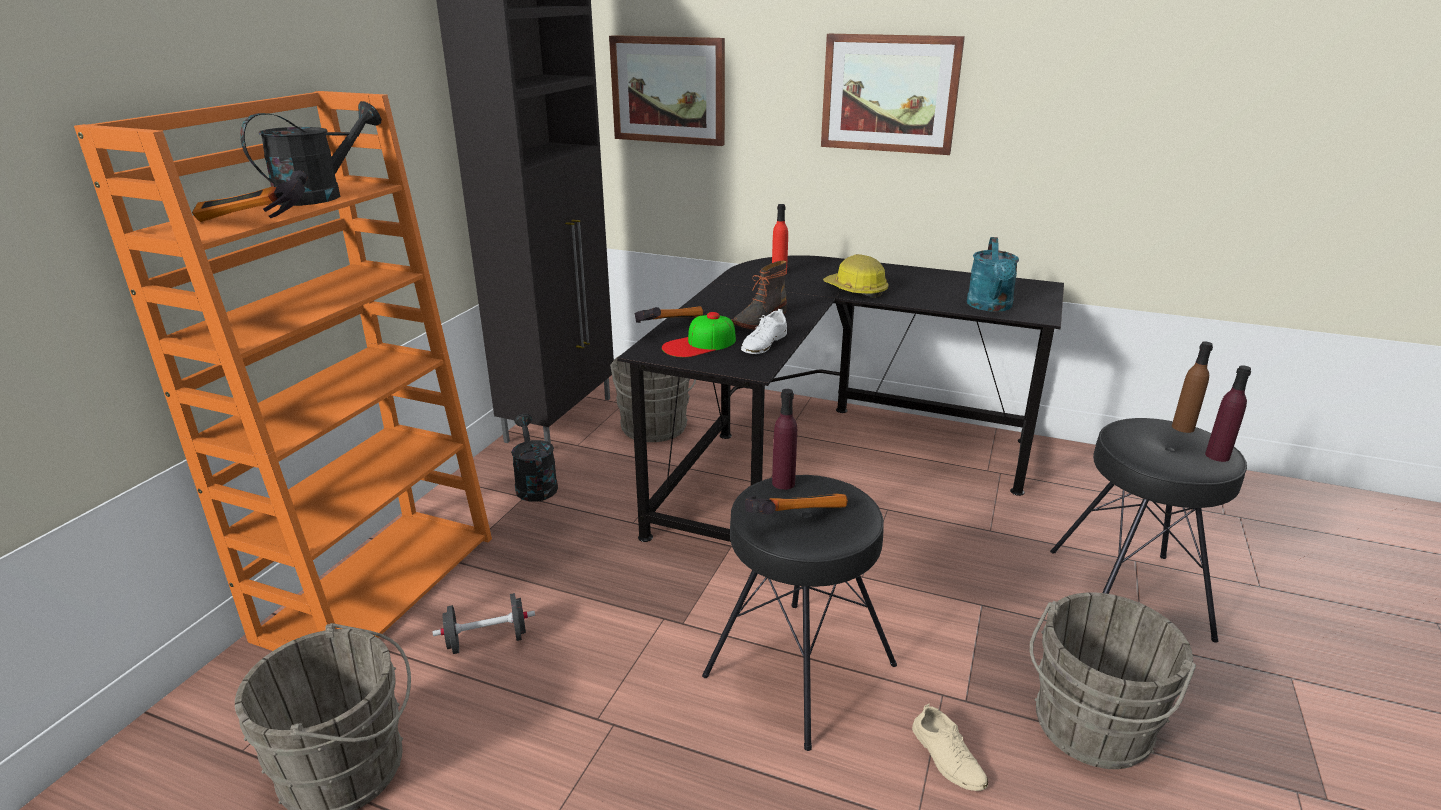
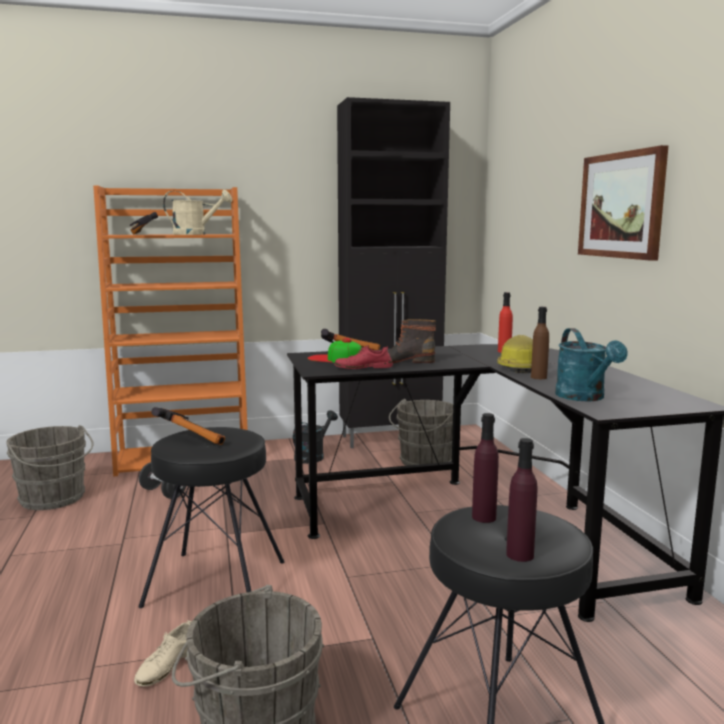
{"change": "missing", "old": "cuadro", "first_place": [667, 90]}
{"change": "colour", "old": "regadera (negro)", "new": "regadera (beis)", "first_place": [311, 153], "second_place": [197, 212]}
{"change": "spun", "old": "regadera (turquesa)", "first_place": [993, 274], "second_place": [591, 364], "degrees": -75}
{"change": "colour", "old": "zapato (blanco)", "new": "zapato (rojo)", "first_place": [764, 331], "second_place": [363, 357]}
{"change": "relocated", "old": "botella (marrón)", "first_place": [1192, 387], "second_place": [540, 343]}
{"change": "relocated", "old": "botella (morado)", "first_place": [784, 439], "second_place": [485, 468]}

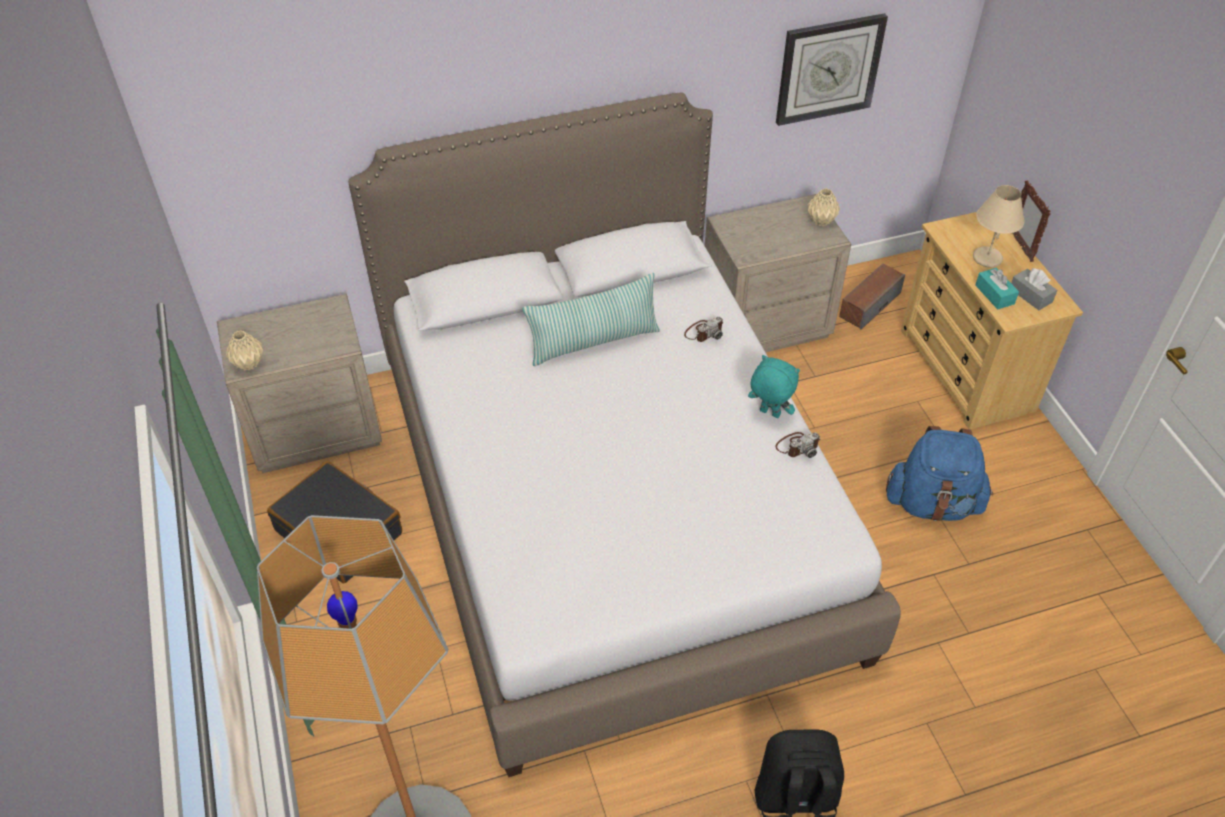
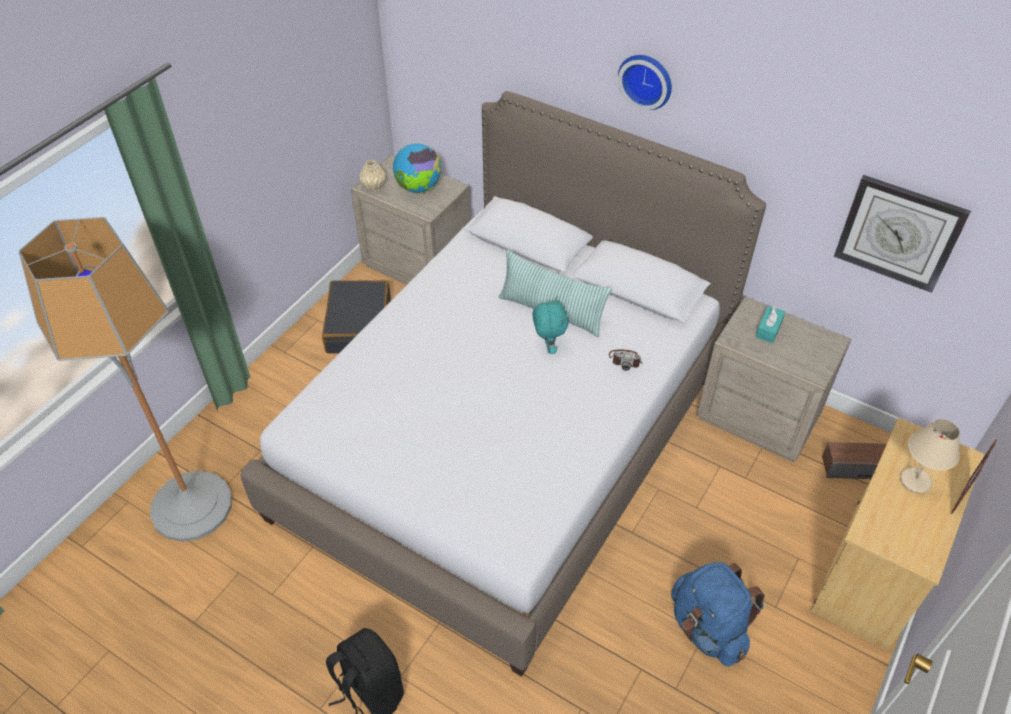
{"change": "missing", "old": "florero (beis)", "first_place": [823, 207]}
{"change": "relocated", "old": "caja de pañuelos (turquesa)", "first_place": [997, 288], "second_place": [770, 324]}
{"change": "missing", "old": "caja de pañuelos (gris)", "first_place": [1034, 289]}
{"change": "relocated", "old": "peluche (turquesa)", "first_place": [774, 386], "second_place": [550, 325]}
{"change": "missing", "old": "cámara", "first_place": [798, 445]}
{"change": "appeared", "new": "reloj de pared", "second_place": [645, 82]}
{"change": "appeared", "new": "globo terráqueo", "second_place": [417, 168]}

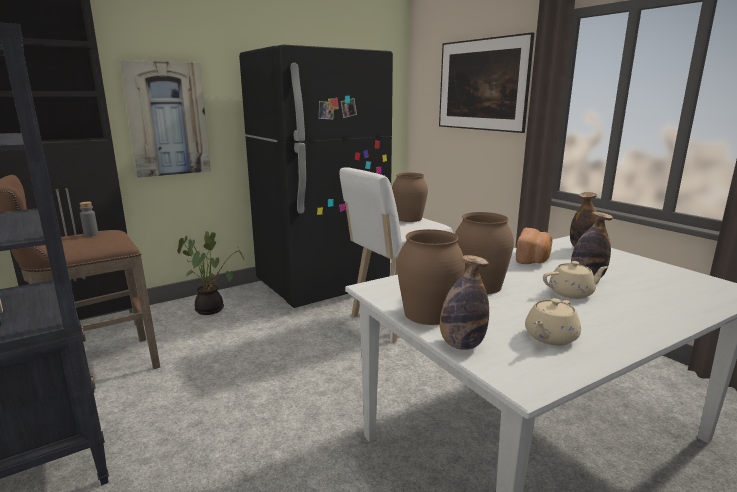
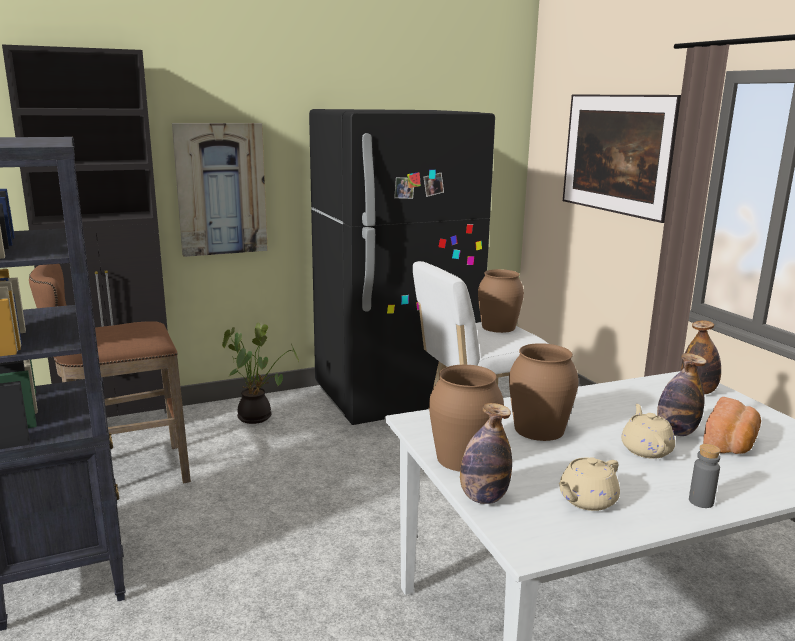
{"change": "relocated", "old": "botella (gris)", "first_place": [88, 219], "second_place": [705, 476]}
{"change": "relocated", "old": "pan", "first_place": [534, 246], "second_place": [732, 425]}
{"change": "spun", "old": "tetera (beis)", "first_place": [575, 280], "second_place": [648, 431], "degrees": -90}

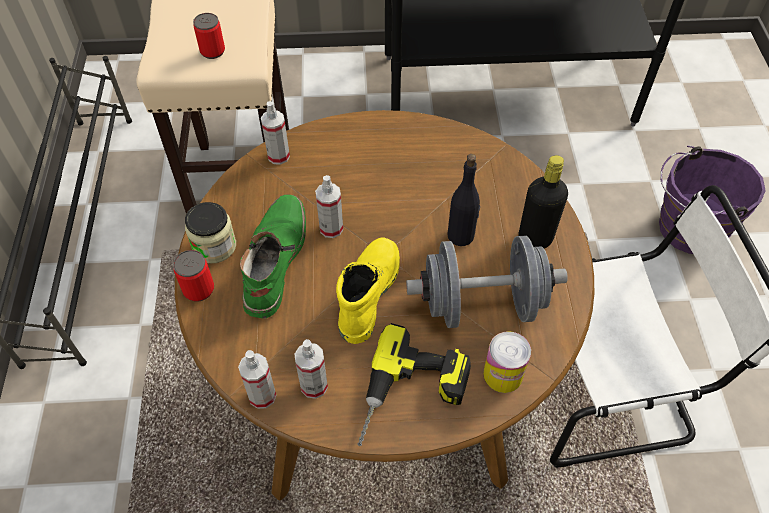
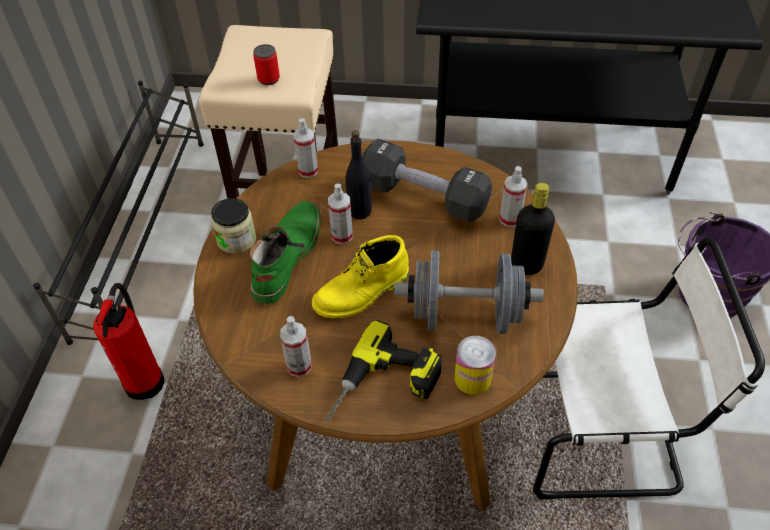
{"change": "relocated", "old": "botella (negro)", "first_place": [463, 200], "second_place": [359, 174]}
{"change": "spun", "old": "bota (amarillo)", "first_place": [368, 291], "second_place": [360, 276], "degrees": -150}
{"change": "missing", "old": "lata", "first_place": [193, 276]}
{"change": "relocated", "old": "pulverizador", "first_place": [257, 379], "second_place": [513, 196]}
{"change": "appeared", "new": "mancuerna (negro)", "second_place": [427, 180]}
{"change": "appeared", "new": "extintor", "second_place": [128, 341]}

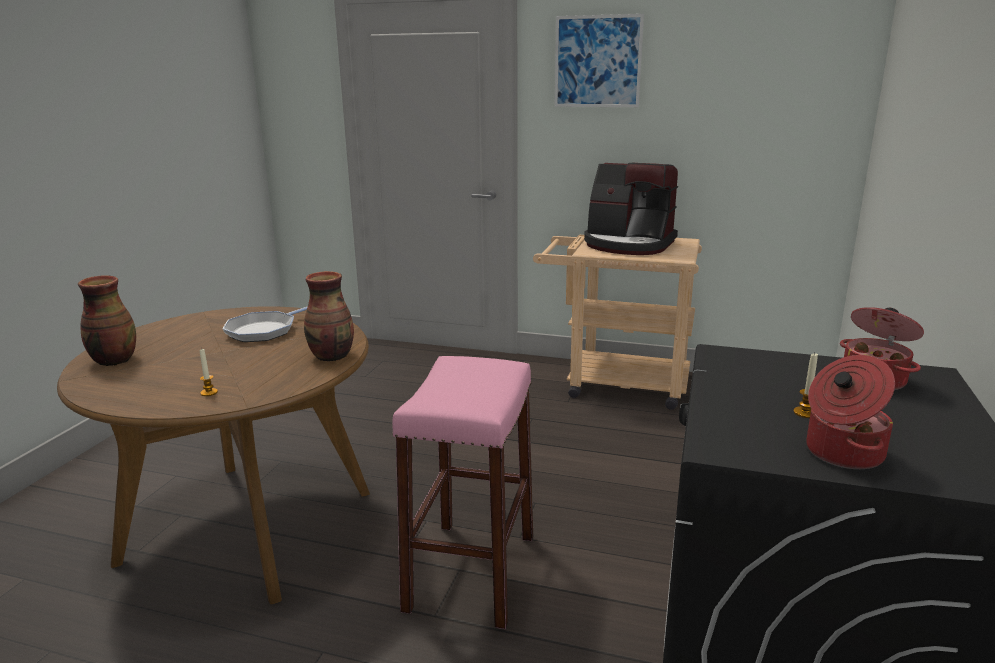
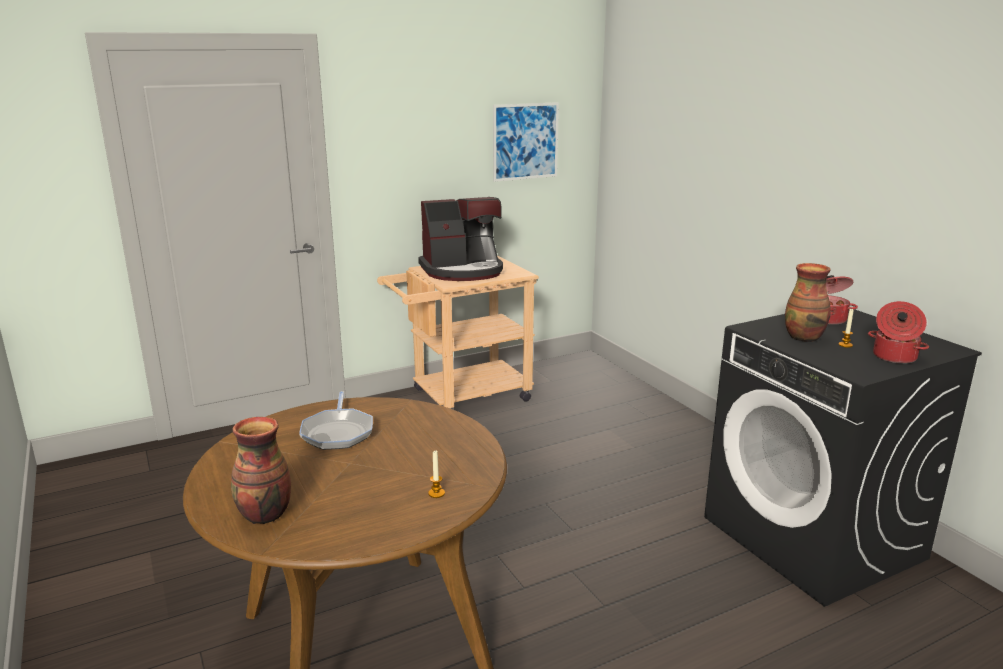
{"change": "relocated", "old": "cuadro", "first_place": [599, 60], "second_place": [526, 142]}
{"change": "relocated", "old": "florero", "first_place": [329, 316], "second_place": [807, 302]}
{"change": "missing", "old": "taburete (rosa)", "first_place": [462, 492]}

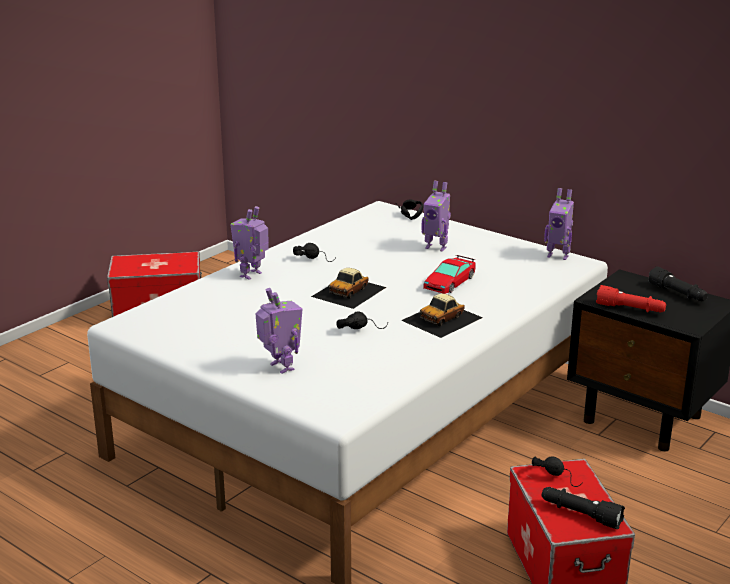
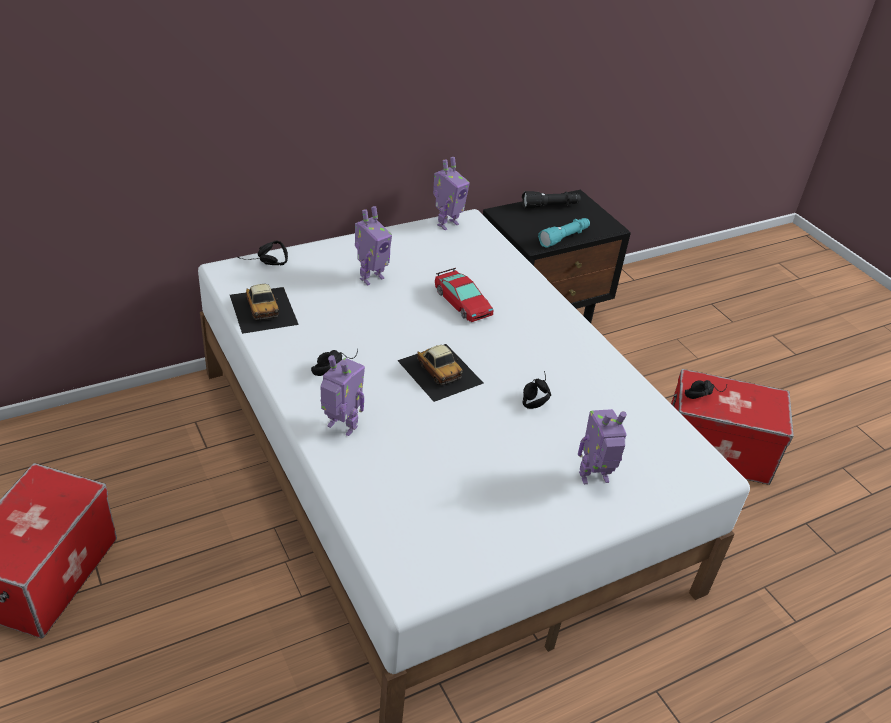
{"change": "spun", "old": "robot de juguete", "first_place": [249, 243], "second_place": [342, 395], "degrees": 150}
{"change": "colour", "old": "linterna (rojo)", "new": "linterna (turquesa)", "first_place": [631, 299], "second_place": [564, 233]}
{"change": "relocated", "old": "coche de juguete", "first_place": [442, 315], "second_place": [264, 309]}
{"change": "missing", "old": "linterna (negro)", "first_place": [583, 508]}

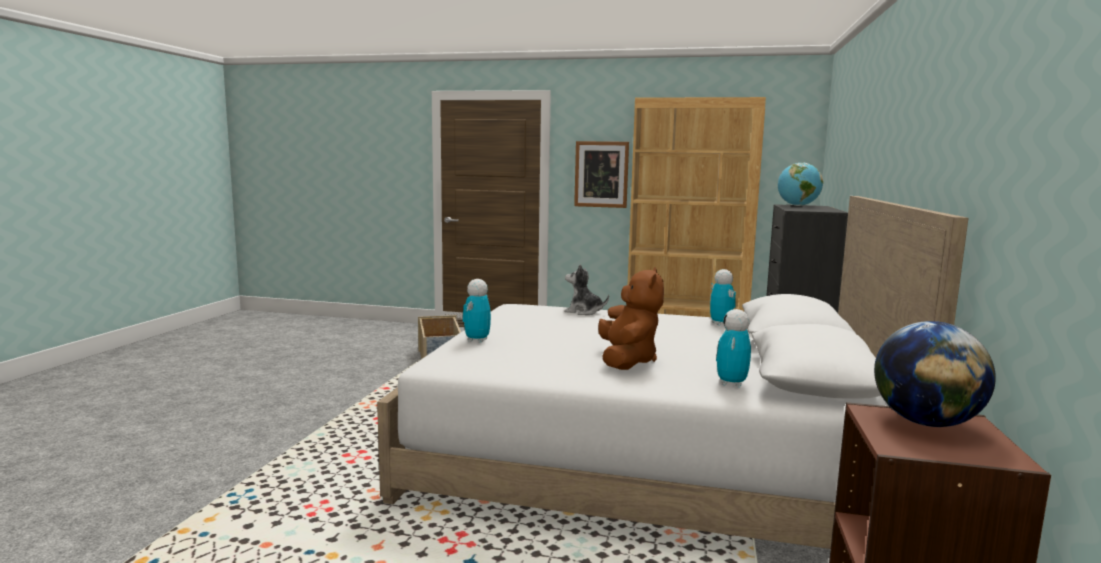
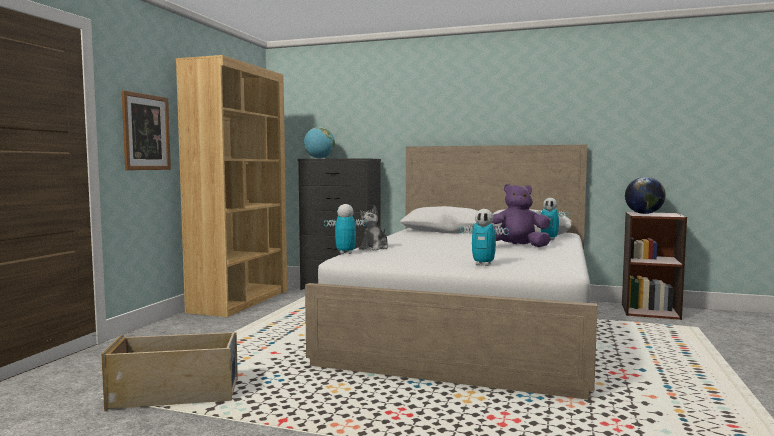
{"change": "colour", "old": "peluche (marrón)", "new": "peluche (morado)", "first_place": [631, 318], "second_place": [521, 215]}
{"change": "relocated", "old": "robot de juguete", "first_place": [723, 297], "second_place": [345, 229]}

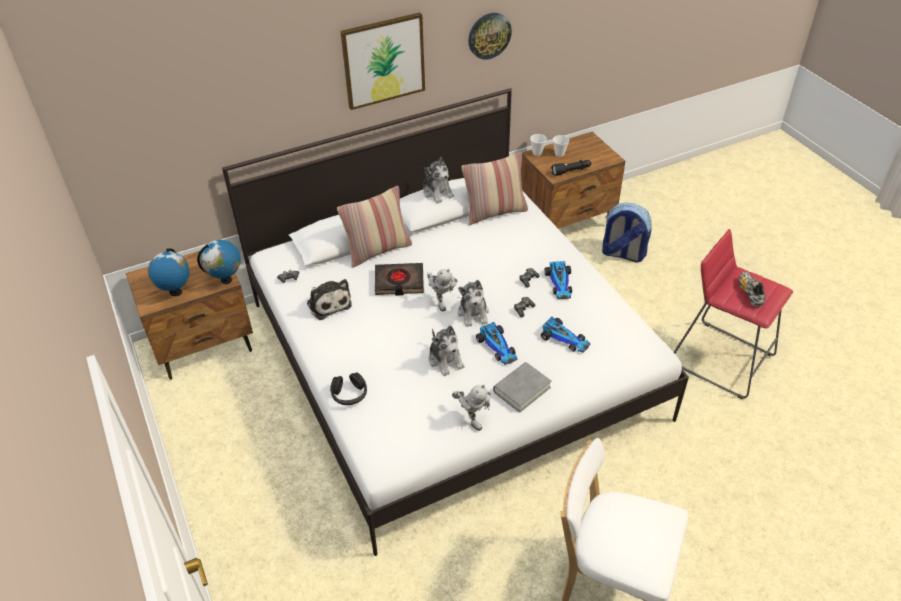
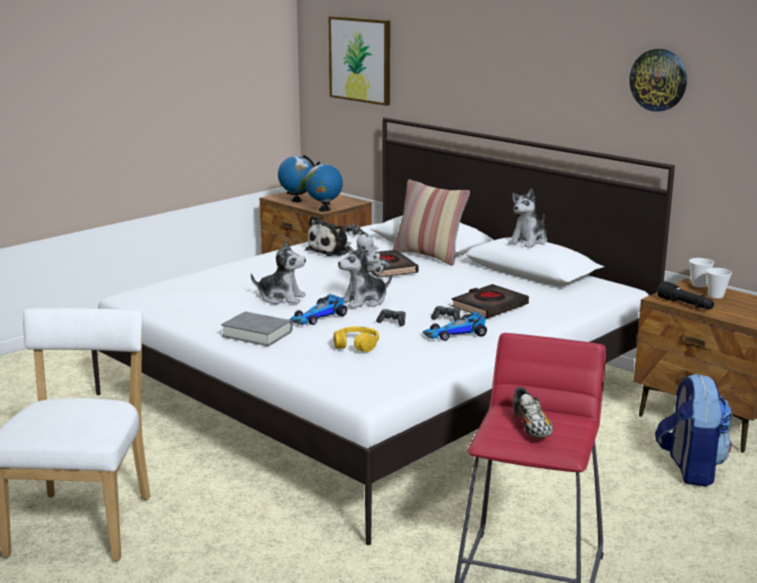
{"change": "relocated", "old": "cuadro", "first_place": [383, 61], "second_place": [359, 61]}
{"change": "missing", "old": "cojín", "first_place": [494, 188]}
{"change": "spun", "old": "zapato", "first_place": [752, 289], "second_place": [533, 412], "degrees": 105}
{"change": "exchanged", "old": "coche de juguete", "new": "auriculares (amarillo)", "first_place": [565, 334], "second_place": [356, 339]}
{"change": "spun", "old": "peluche", "first_place": [447, 351], "second_place": [278, 272], "degrees": -120}
{"change": "missing", "old": "auriculares (negro)", "first_place": [348, 388]}
{"change": "missing", "old": "robot de juguete", "first_place": [471, 408]}
{"change": "appeared", "new": "libro (negro)", "second_place": [490, 301]}

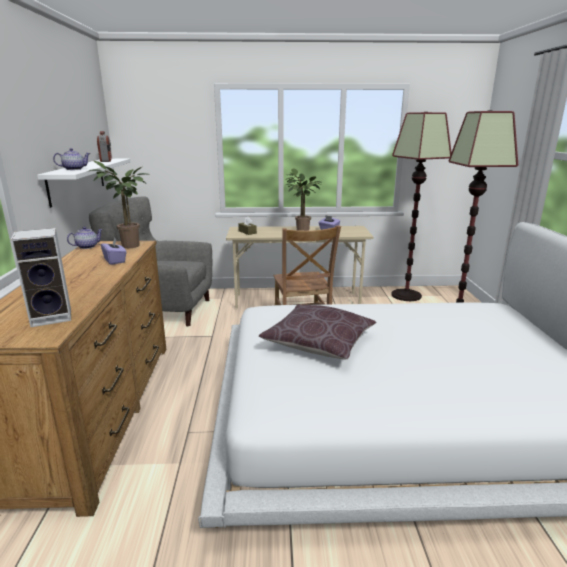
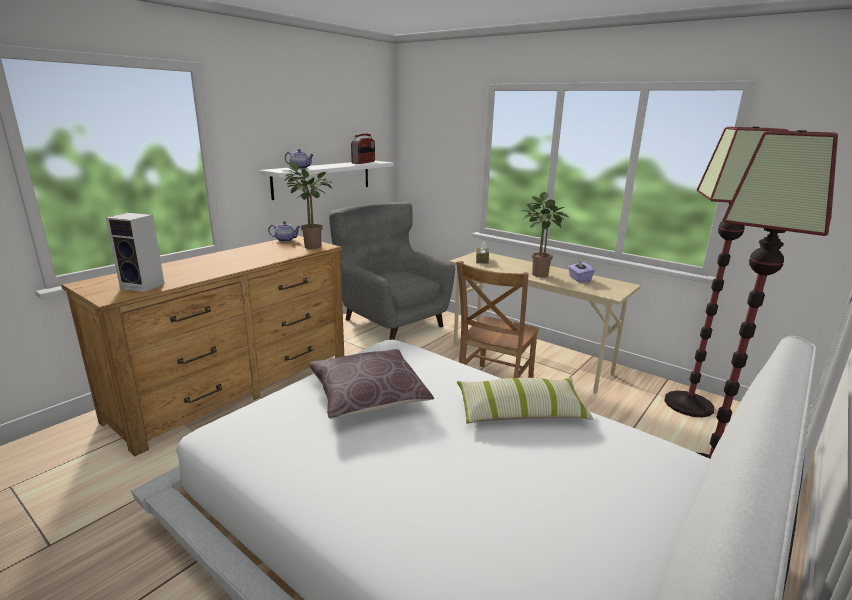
{"change": "missing", "old": "caja de pañuelos (morado)", "first_place": [114, 251]}
{"change": "appeared", "new": "cojín", "second_place": [525, 401]}

